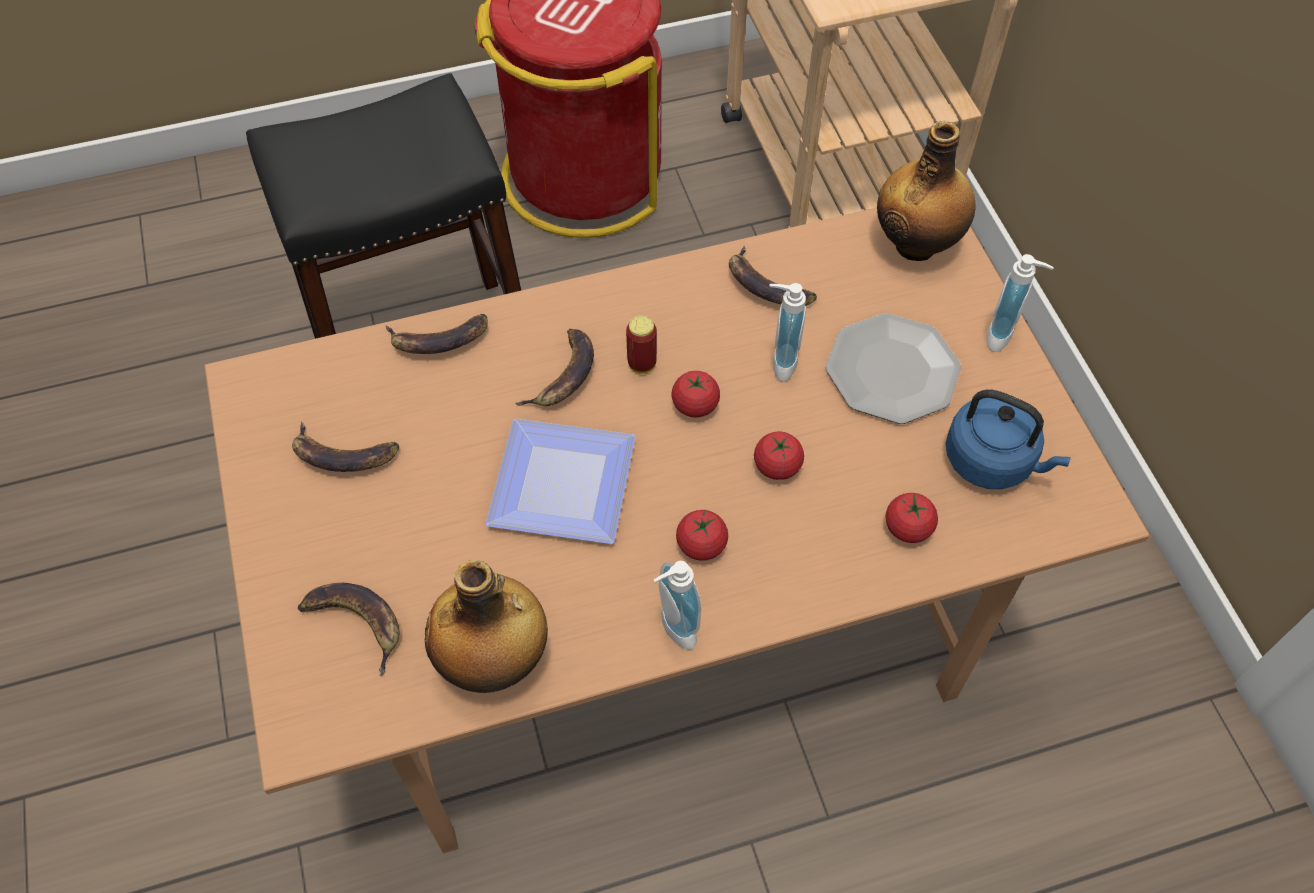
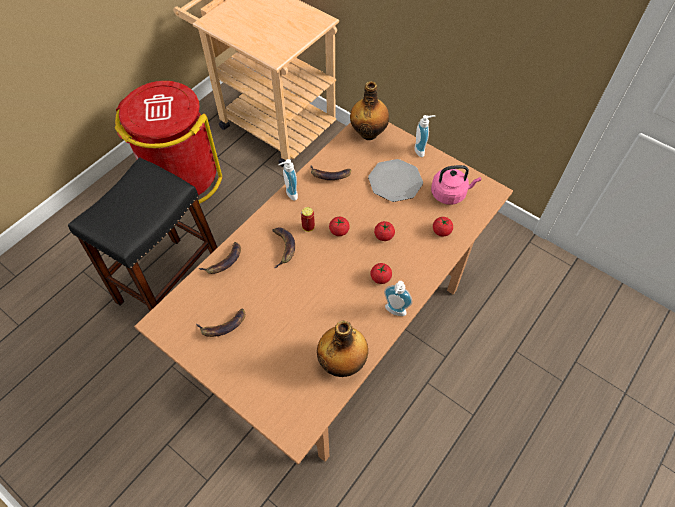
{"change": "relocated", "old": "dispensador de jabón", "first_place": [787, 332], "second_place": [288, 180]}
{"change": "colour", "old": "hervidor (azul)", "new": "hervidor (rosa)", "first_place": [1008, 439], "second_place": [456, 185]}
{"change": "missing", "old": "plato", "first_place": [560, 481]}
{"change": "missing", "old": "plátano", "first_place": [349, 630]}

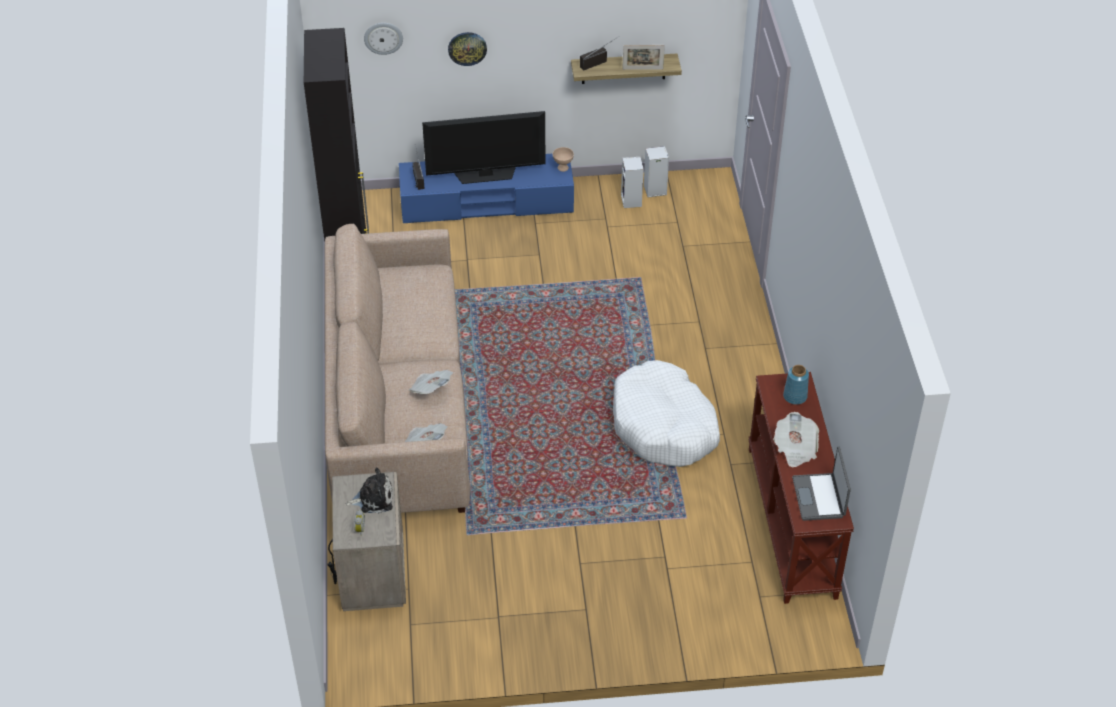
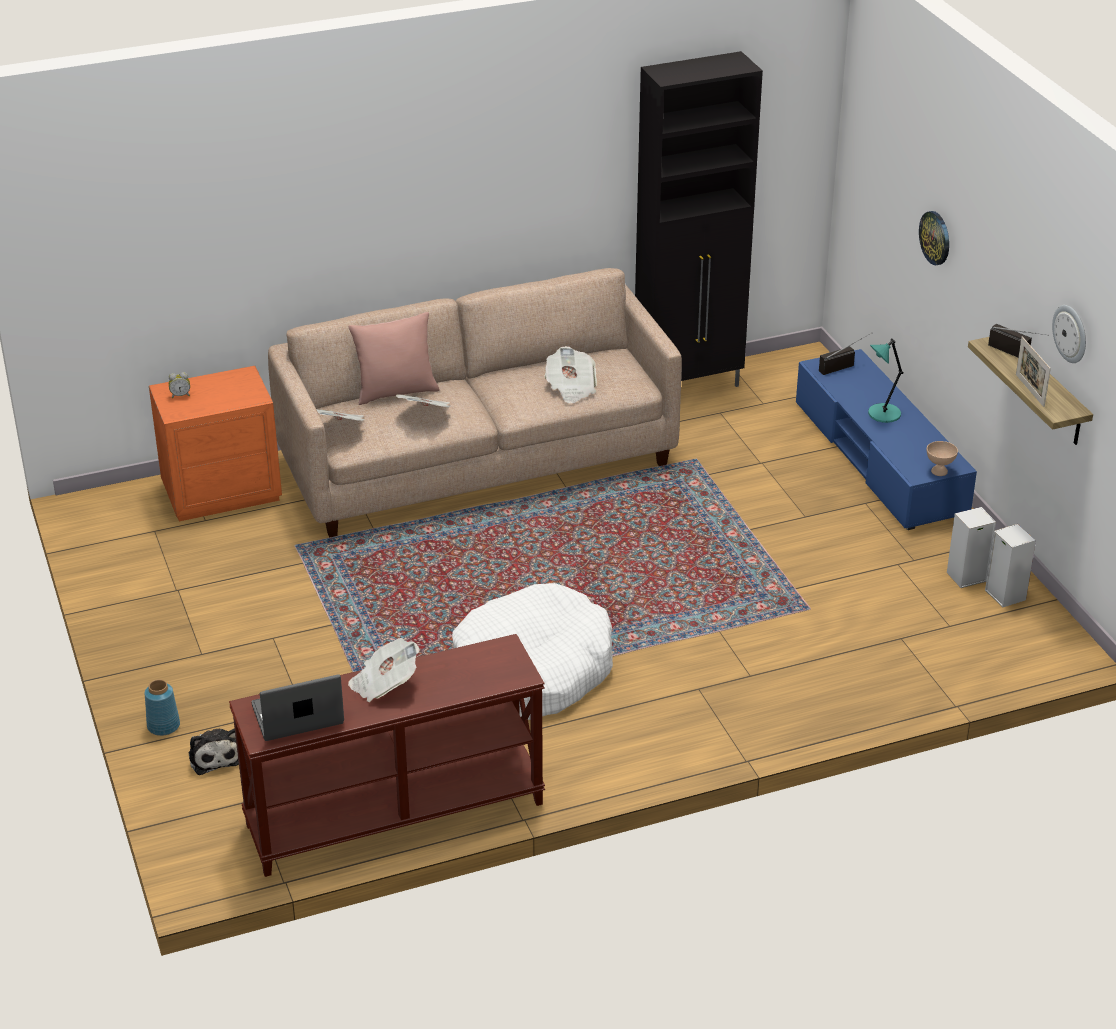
{"change": "relocated", "old": "reloj de pared", "first_place": [383, 39], "second_place": [1069, 334]}
{"change": "exchanged", "old": "televisor", "new": "lámpara de mesa (turquesa)", "first_place": [484, 147], "second_place": [886, 380]}
{"change": "relocated", "old": "florero (azul)", "first_place": [796, 385], "second_place": [162, 707]}
{"change": "relocated", "old": "peluche", "first_place": [369, 491], "second_place": [213, 751]}
{"change": "colour", "old": "mesita de noche (beis)", "new": "mesita de noche (naranja)", "first_place": [367, 541], "second_place": [215, 443]}
{"change": "appeared", "new": "cojín (rosa)", "second_place": [393, 358]}
{"change": "appeared", "new": "periódico", "second_place": [571, 375]}

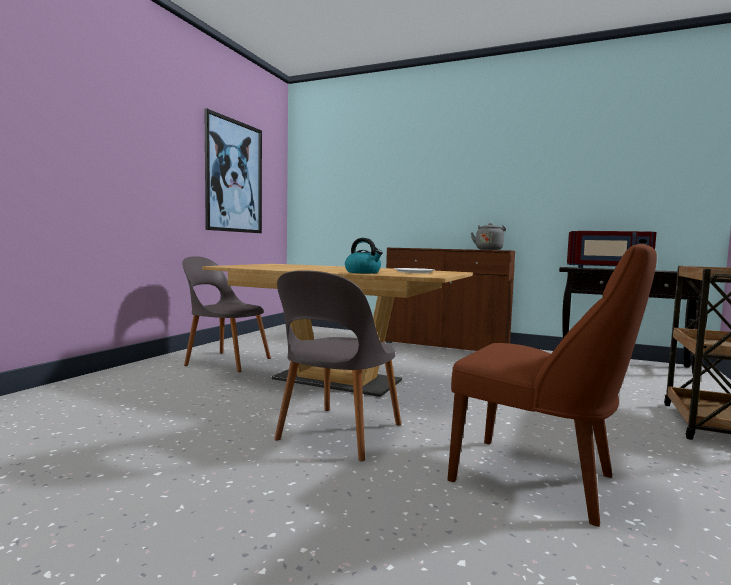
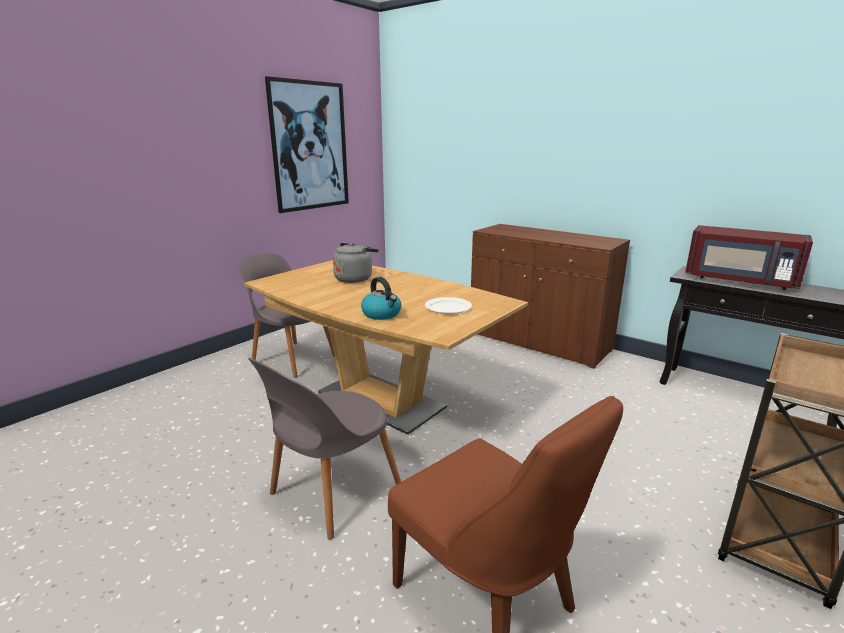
{"change": "relocated", "old": "hervidor (gris)", "first_place": [488, 236], "second_place": [356, 263]}

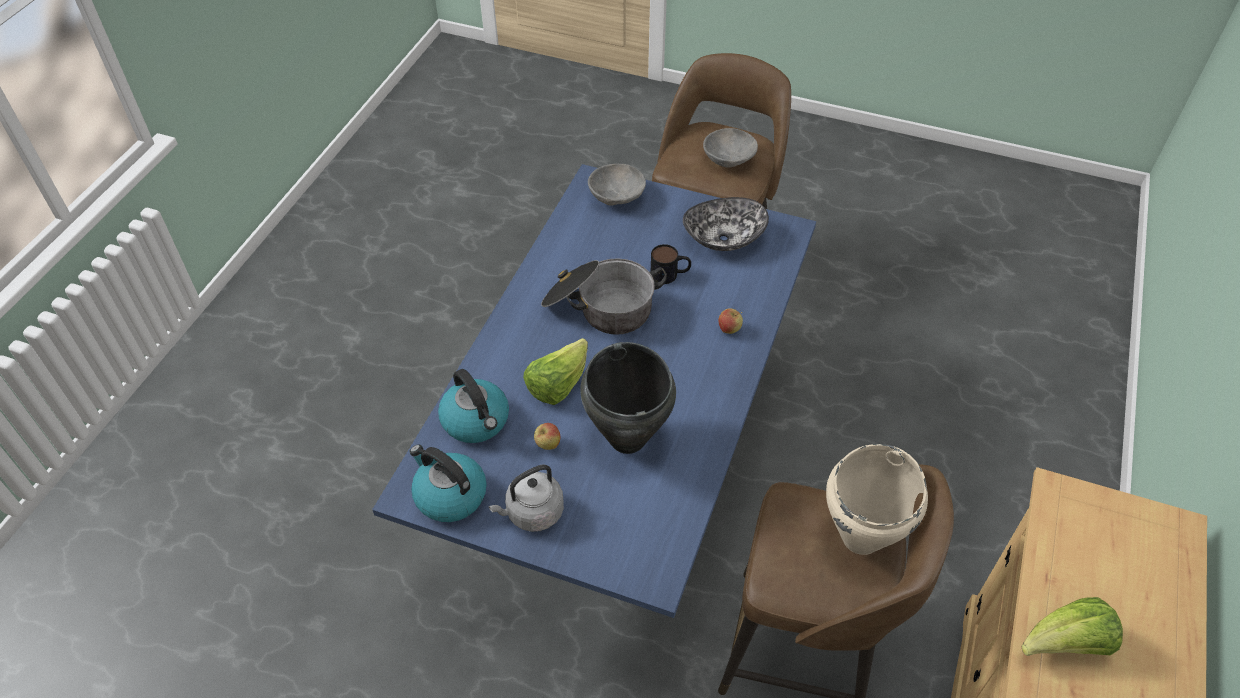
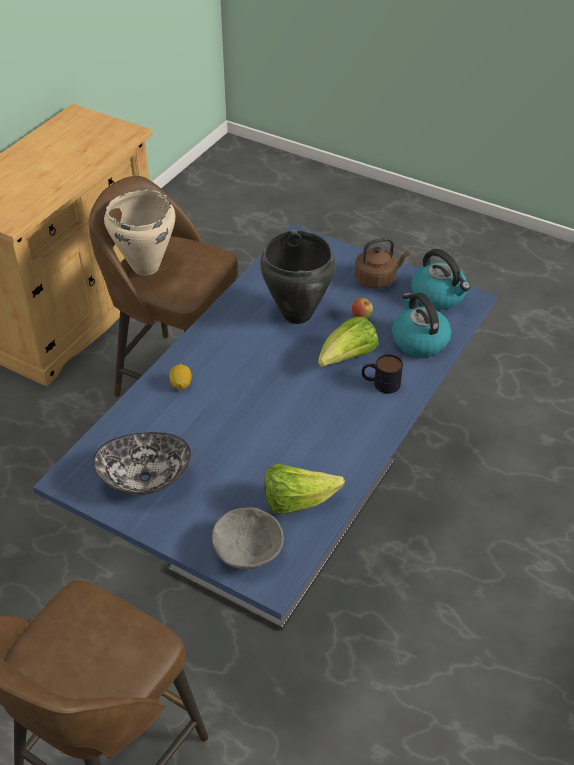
{"change": "missing", "old": "cuenco (gris)", "first_place": [730, 148]}
{"change": "relocated", "old": "taza grande", "first_place": [671, 264], "second_place": [382, 374]}
{"change": "missing", "old": "olla", "first_place": [604, 296]}
{"change": "exchanged", "old": "manzana", "new": "limón", "first_place": [731, 321], "second_place": [180, 377]}
{"change": "colour", "old": "hervidor (gris)", "new": "hervidor (marrón)", "first_place": [526, 498], "second_place": [382, 263]}
{"change": "relocated", "old": "lechuga", "first_place": [1072, 626], "second_place": [304, 489]}

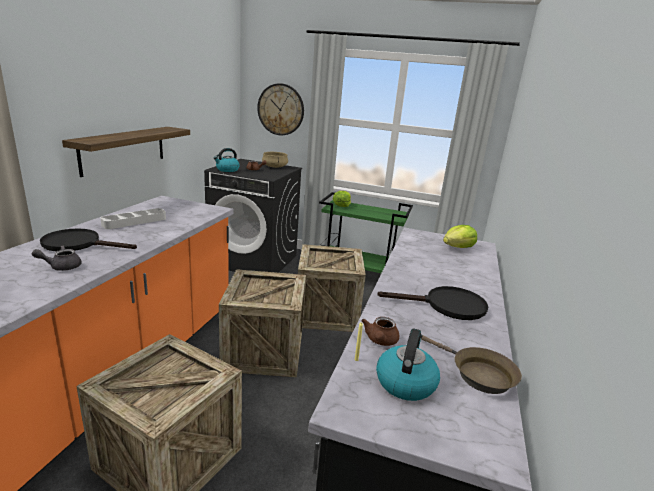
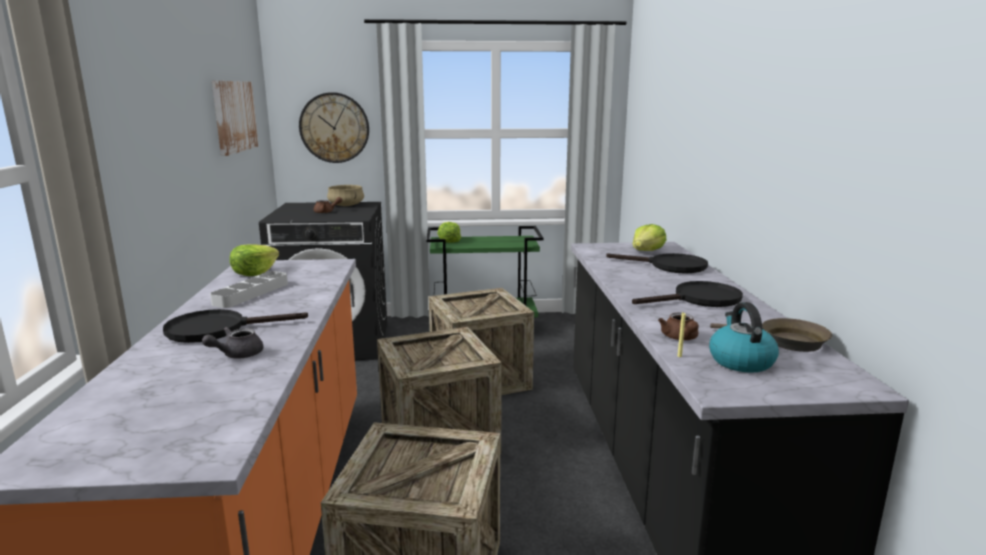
{"change": "missing", "old": "estante", "first_place": [126, 152]}
{"change": "missing", "old": "hervidor", "first_place": [226, 160]}
{"change": "appeared", "new": "cuadro", "second_place": [235, 118]}
{"change": "appeared", "new": "lechuga", "second_place": [254, 260]}
{"change": "appeared", "new": "sartén (negro)", "second_place": [657, 263]}

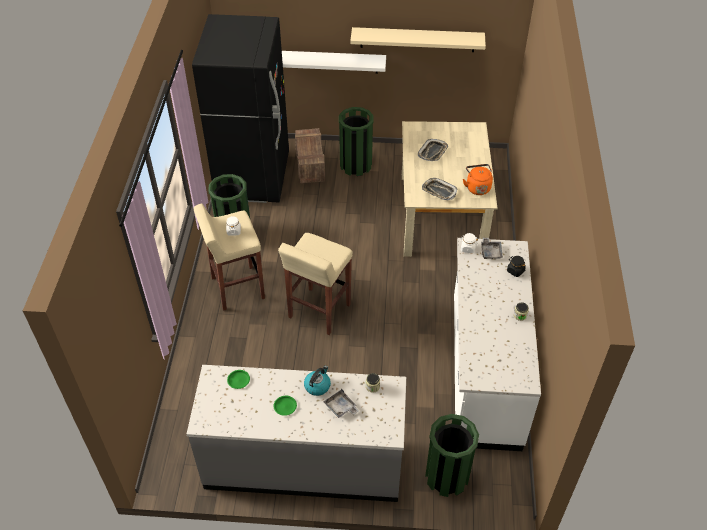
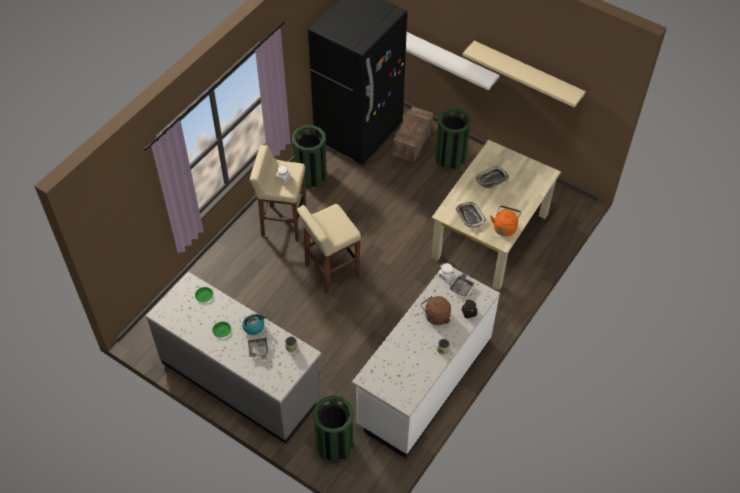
{"change": "appeared", "new": "hervidor (marrón)", "second_place": [436, 310]}

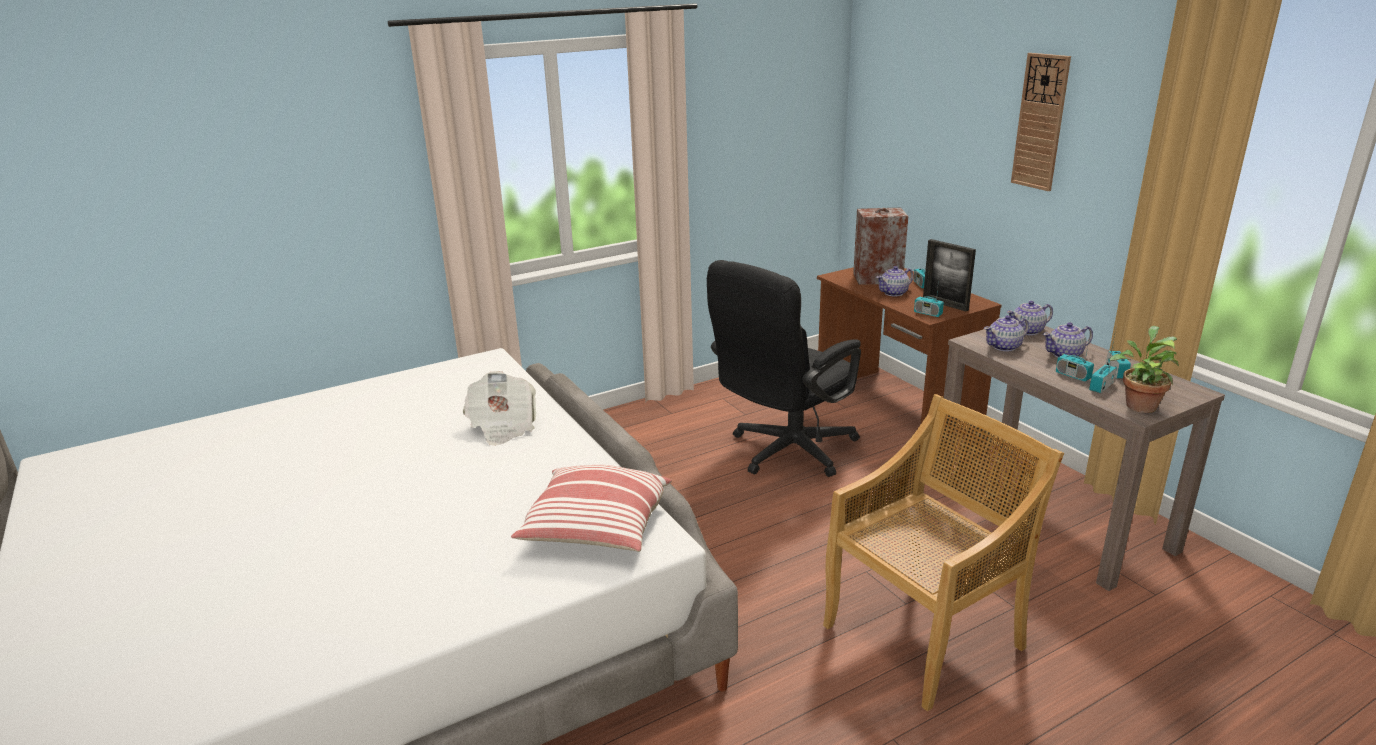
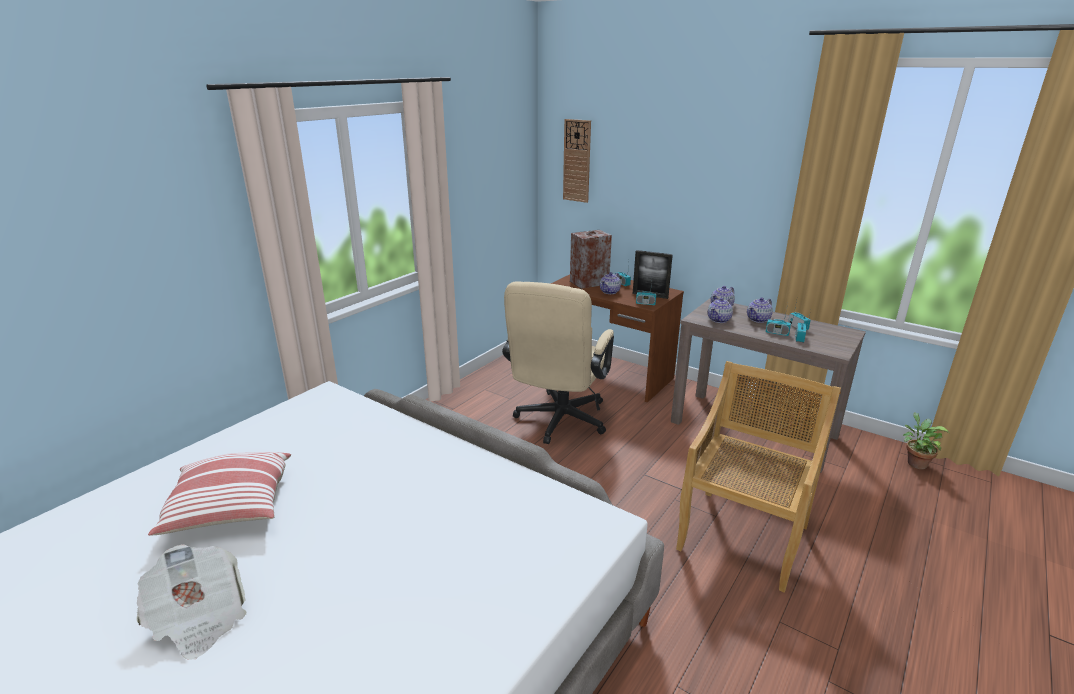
{"change": "relocated", "old": "reloj de pared", "first_place": [1041, 122], "second_place": [577, 161]}
{"change": "colour", "old": "silla de oficina (negro)", "new": "silla de oficina (beis)", "first_place": [784, 368], "second_place": [558, 362]}
{"change": "relocated", "old": "planta en maceta", "first_place": [1144, 369], "second_place": [926, 440]}
{"change": "relocated", "old": "periódico", "first_place": [499, 408], "second_place": [191, 602]}
{"change": "relocated", "old": "cojín", "first_place": [591, 508], "second_place": [219, 494]}

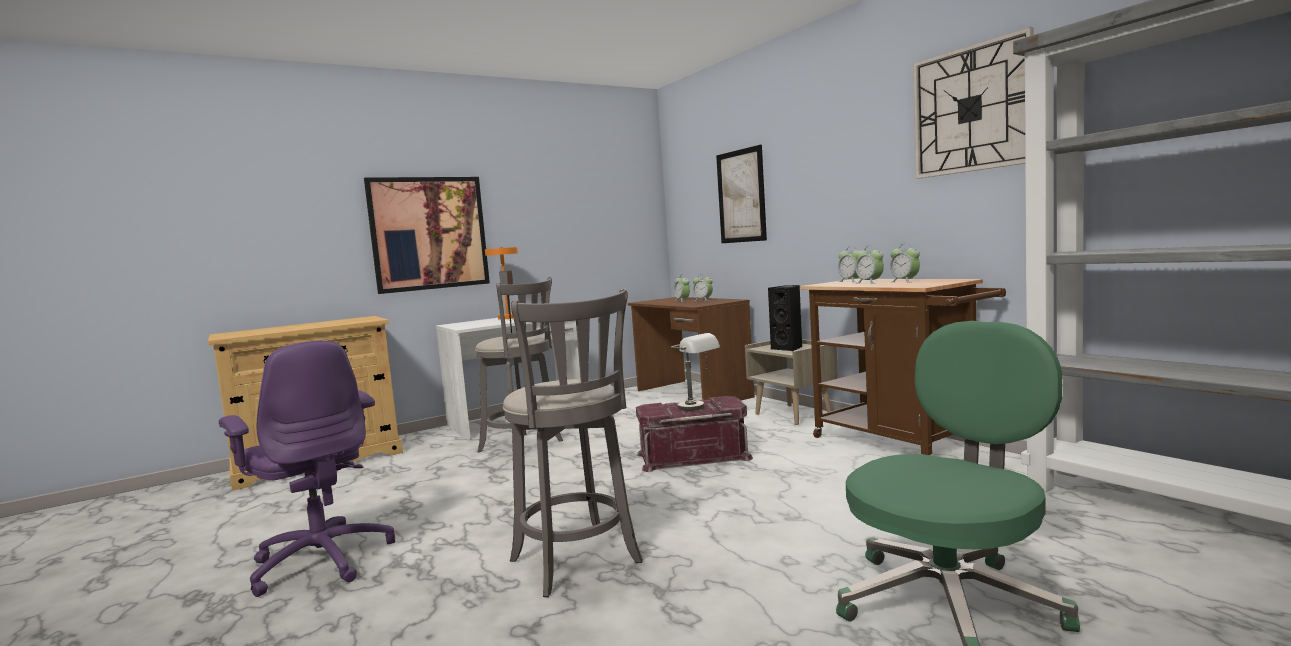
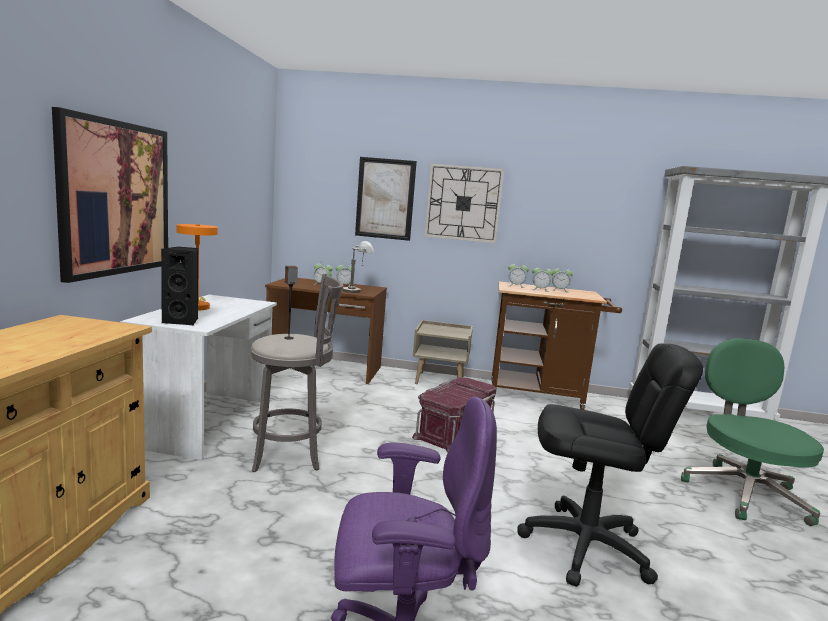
{"change": "relocated", "old": "reloj de pared", "first_place": [973, 103], "second_place": [464, 203]}
{"change": "relocated", "old": "altavoz (negro)", "first_place": [785, 318], "second_place": [179, 286]}
{"change": "exchanged", "old": "taburete (gris)", "new": "silla de oficina (negro)", "first_place": [573, 443], "second_place": [610, 465]}
{"change": "relocated", "old": "lámpara de mesa (gris)", "first_place": [695, 372], "second_place": [358, 267]}

